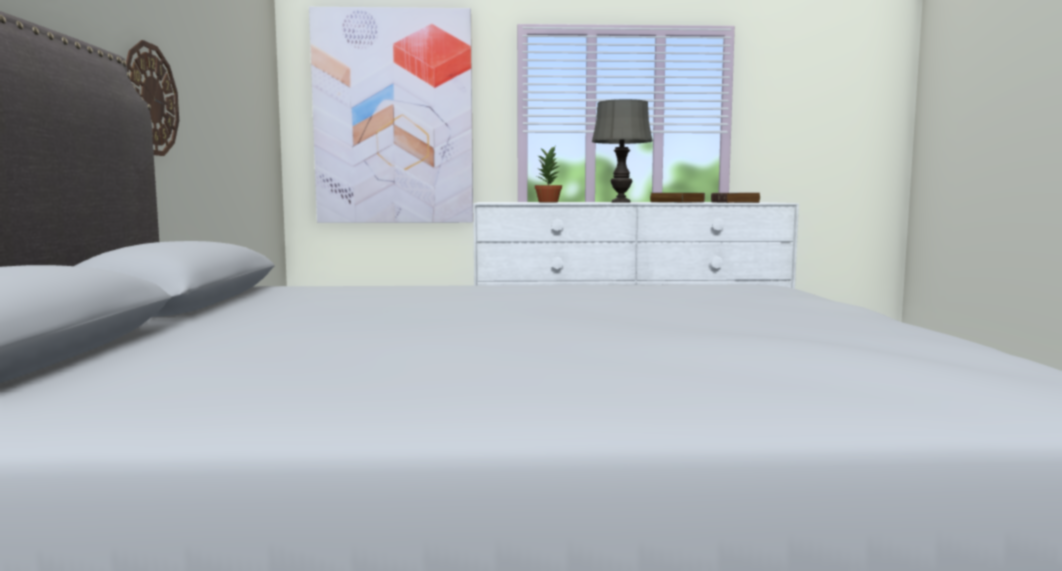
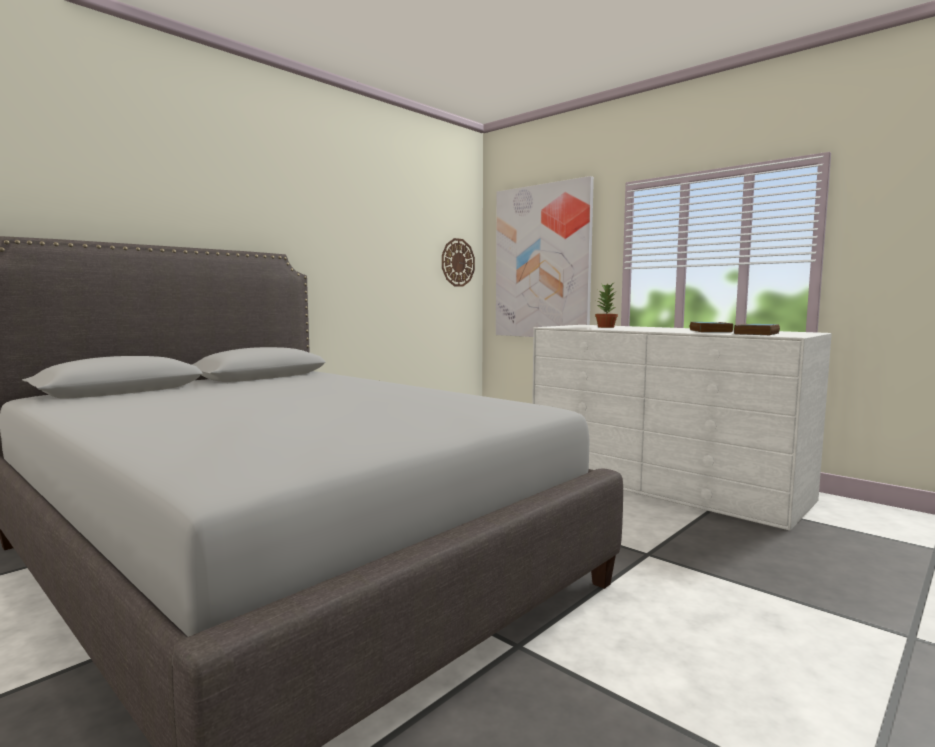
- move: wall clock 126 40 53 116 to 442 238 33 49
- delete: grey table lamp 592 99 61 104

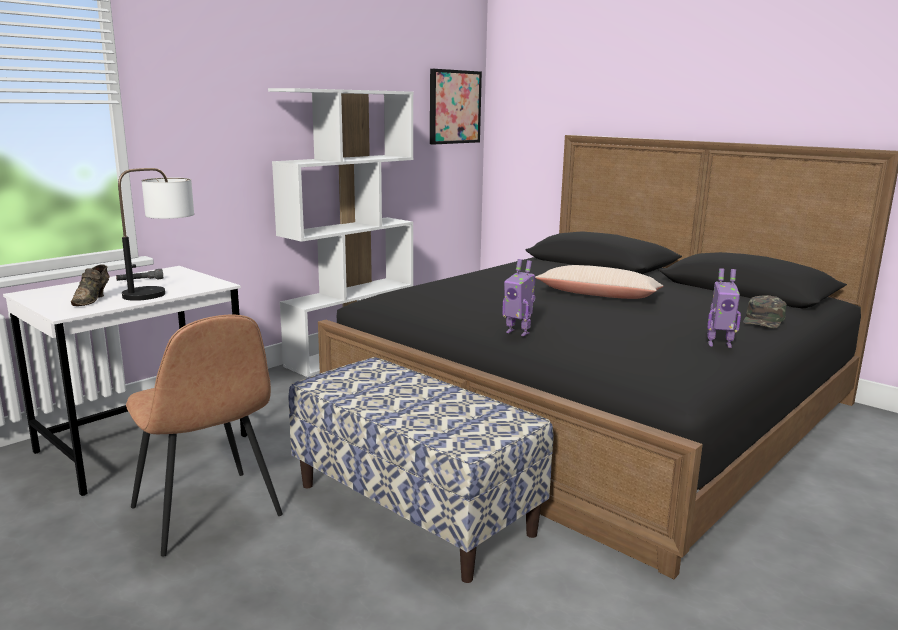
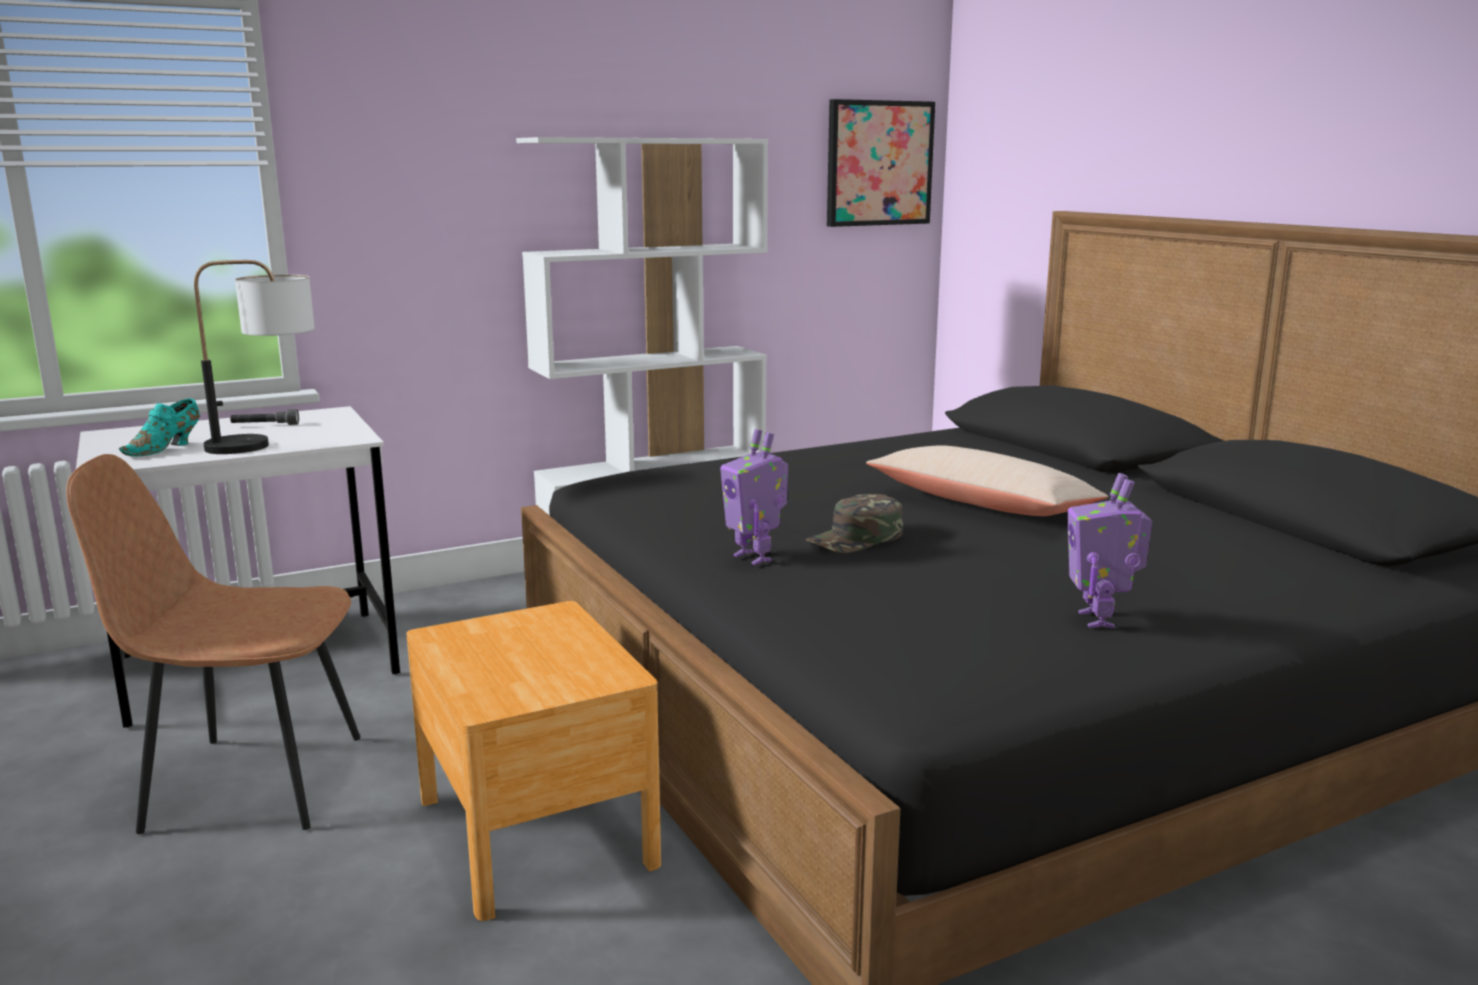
- recolor: brown shoe 71 264 39 42 to turquoise shoe 119 398 81 58
- rotate: brown chair 126 315 157 242 = 66 454 294 380 105 degrees clockwise
- replace: bench 289 357 264 226 to brown nightstand 406 601 255 320
- rotate: toy robot 707 268 34 80 = 1067 473 85 155 60 degrees clockwise
- move: green cap 743 295 44 33 to 806 494 97 59

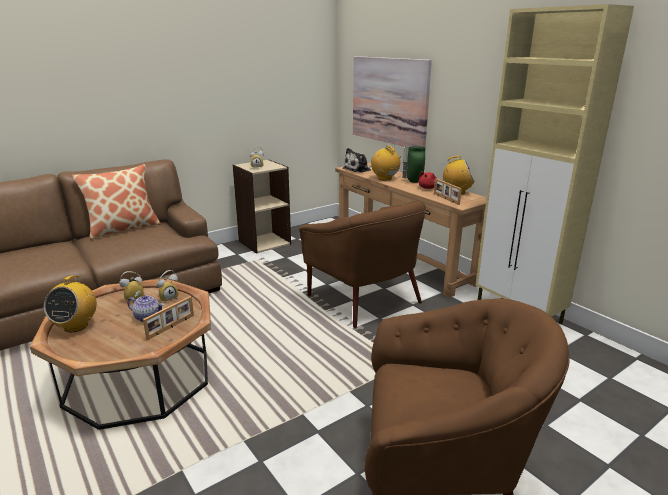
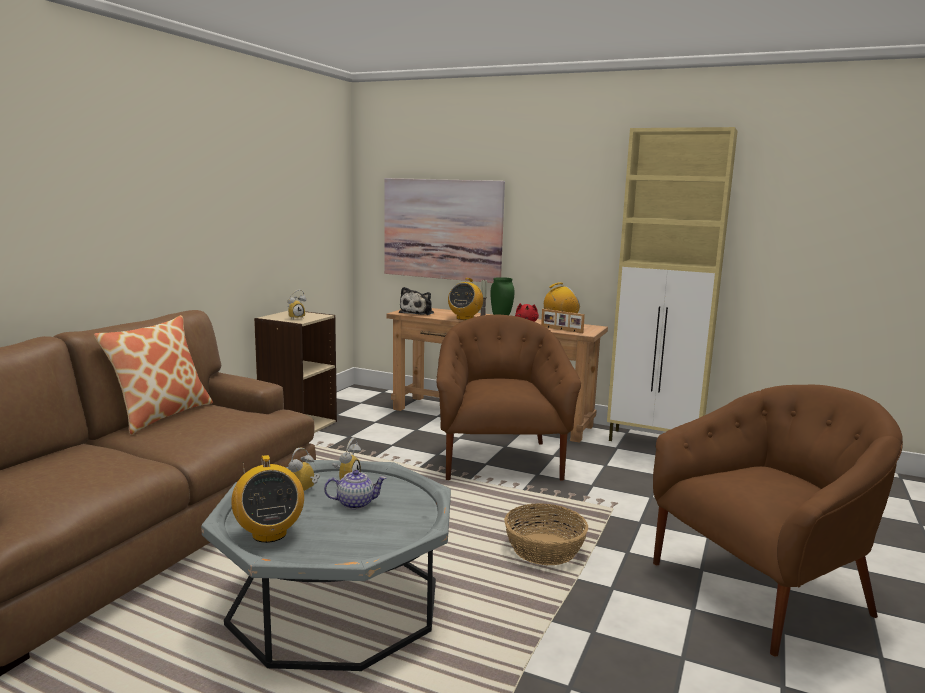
- recolor: brown coffee table 30 278 181 152 to grey coffee table 201 460 250 211
- delete: picture frame 143 296 51 44
- rotate: brown armchair 299 201 127 127 = 436 315 145 166 120 degrees counterclockwise
- rotate: radio 371 145 32 35 = 448 278 35 42 90 degrees counterclockwise
- insert: basket 504 503 84 62

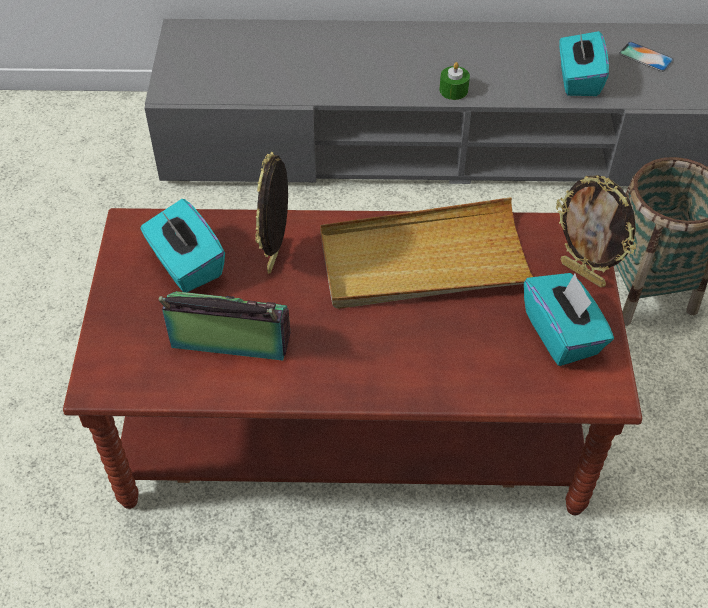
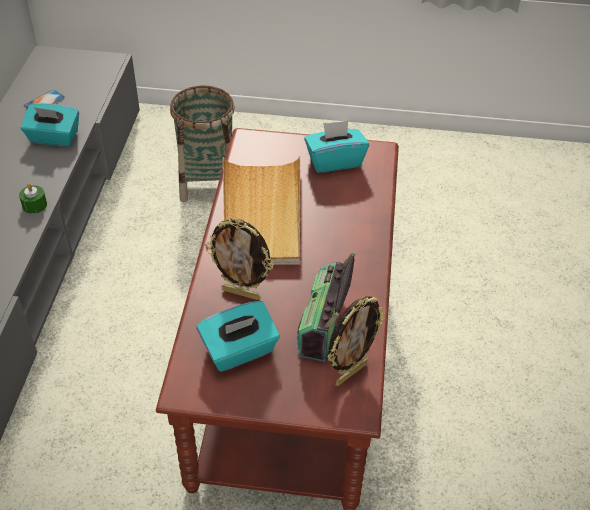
- move: picture frame 556 175 80 112 to 328 297 57 89

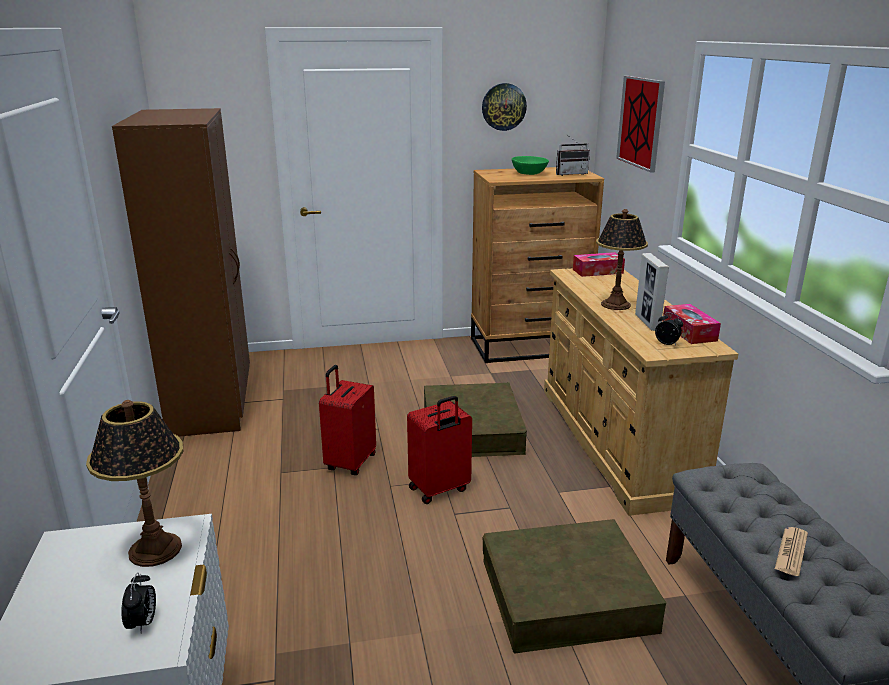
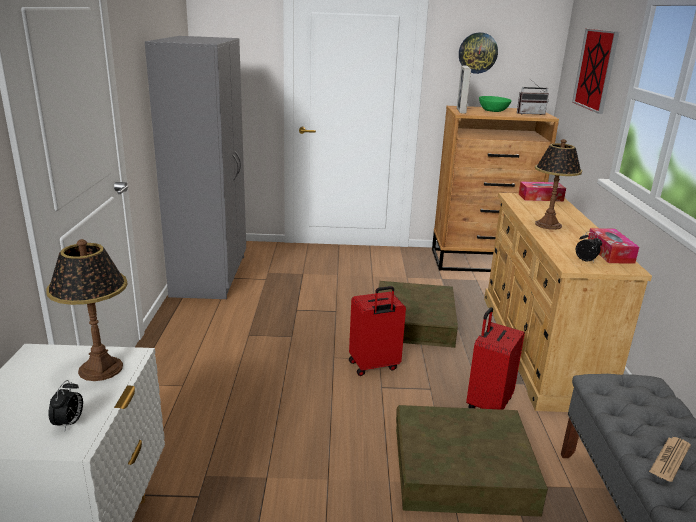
- recolor: brown wardrobe 112 108 138 329 to grey wardrobe 145 36 101 263
- move: red suitcase 319 365 57 110 to 466 307 59 103
- move: picture frame 635 253 34 78 to 457 66 14 48

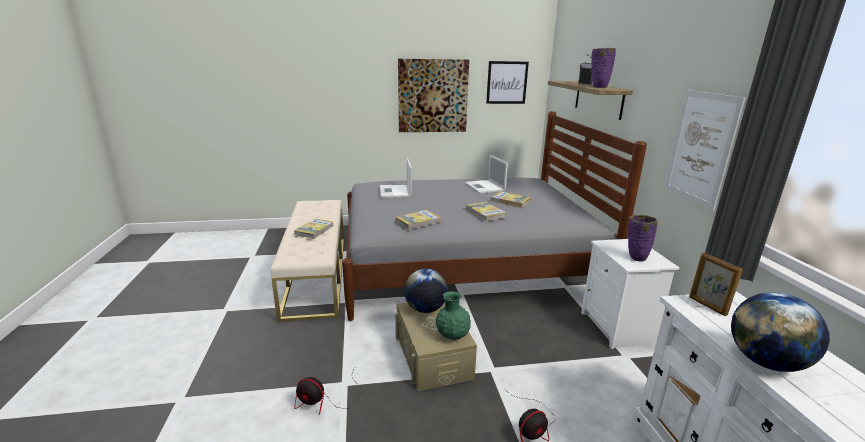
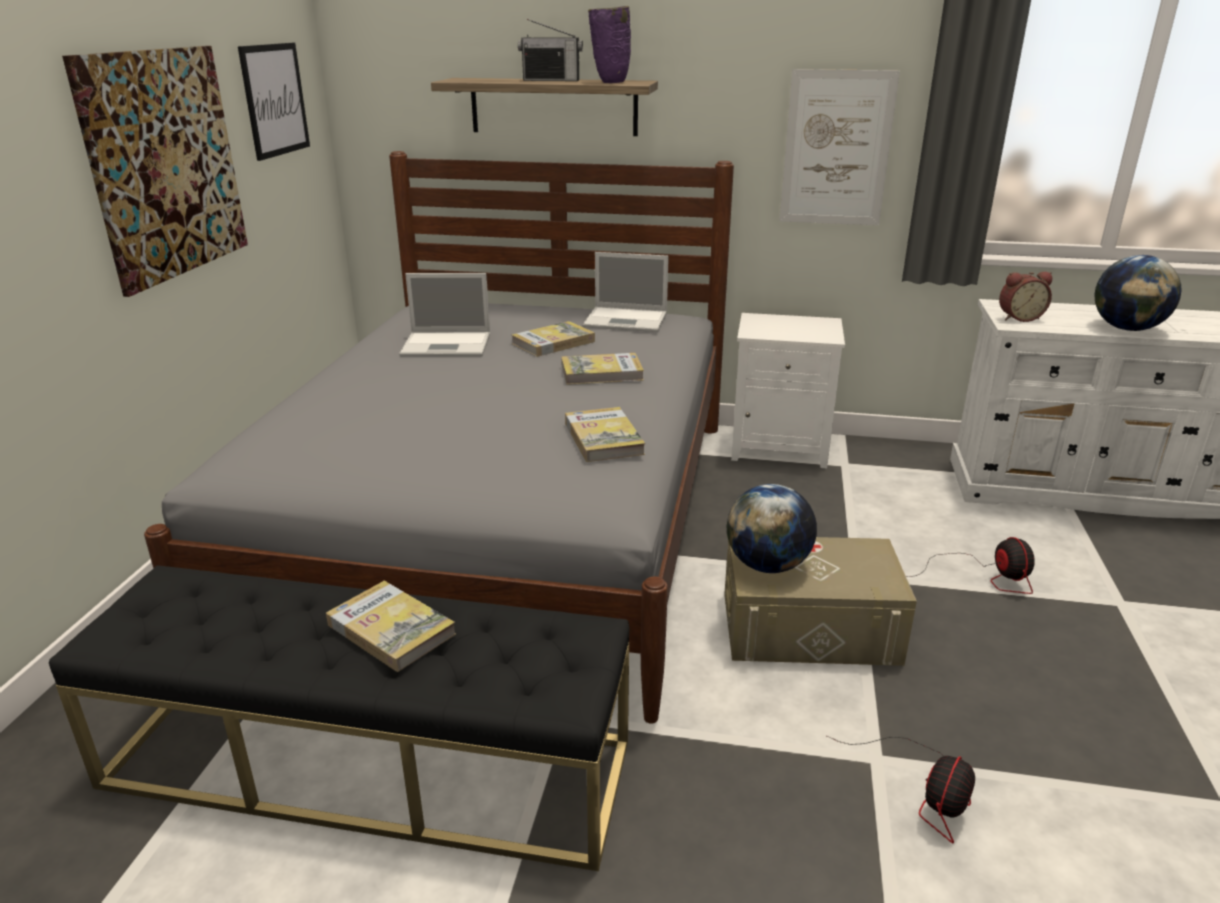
- recolor: beige bench 270 200 74 122 to black bench 49 565 580 306
- move: laptop 380 158 32 40 to 583 252 86 80
- delete: green vase 436 291 35 49
- delete: purple vase 628 215 29 46
- replace: picture frame 689 253 54 63 to alarm clock 999 272 53 50

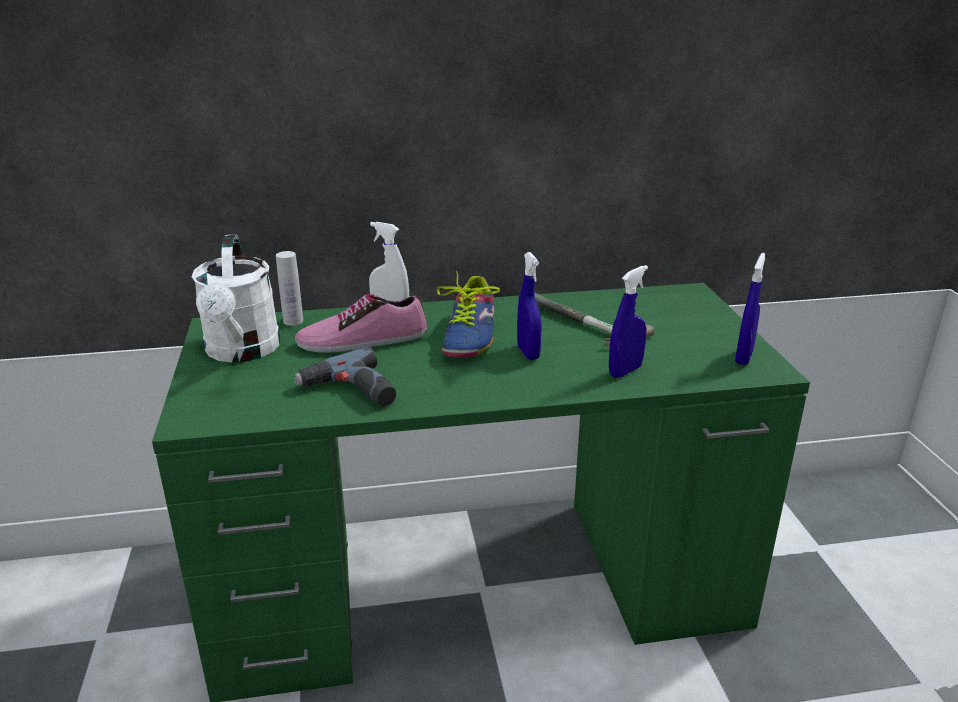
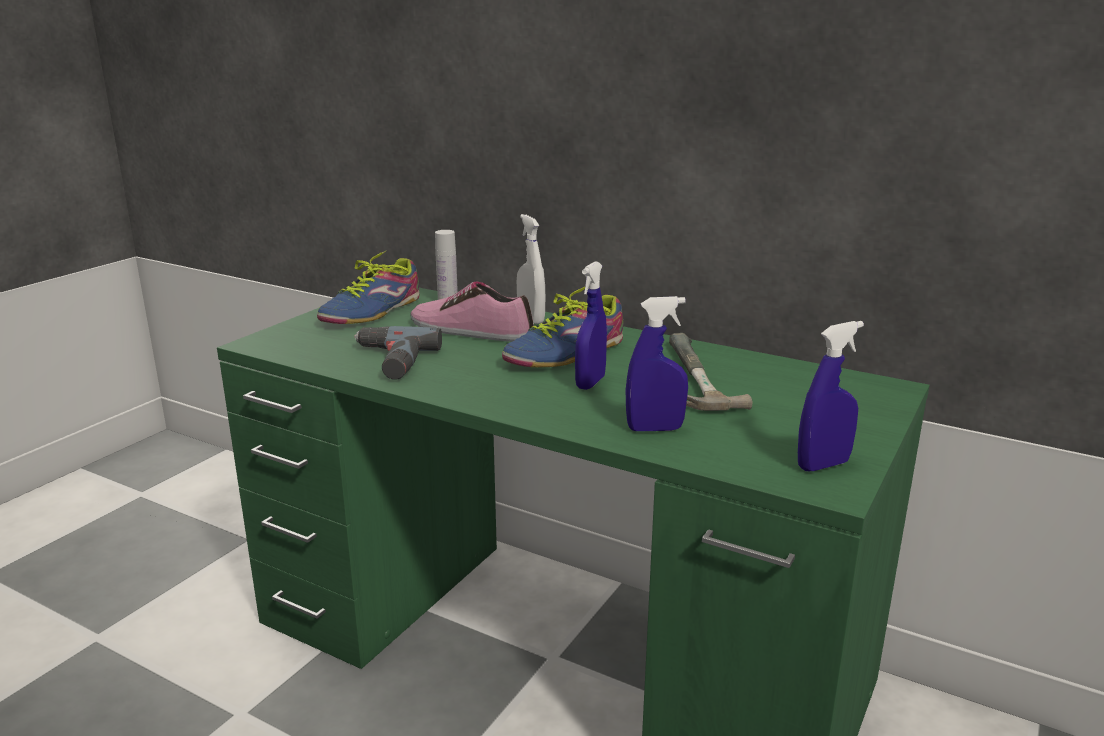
- replace: white watering can 192 234 88 129 to shoe 317 251 103 73

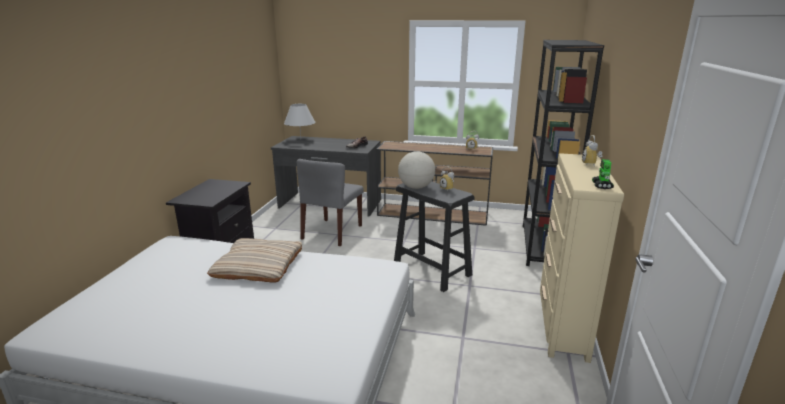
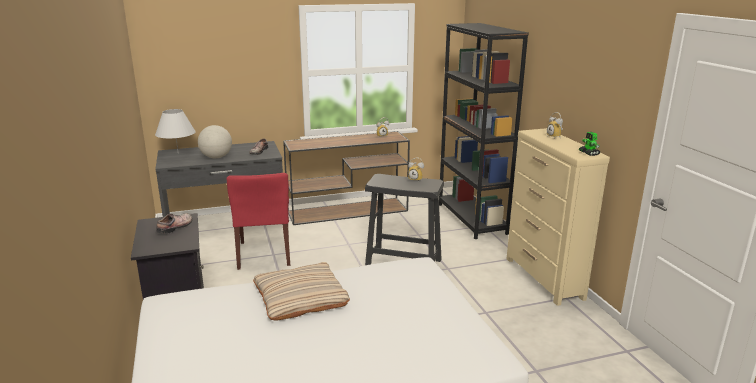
- recolor: grey chair 297 159 67 87 to red chair 226 173 64 97
- move: globe 398 151 37 38 to 198 125 34 33
- insert: shoe 156 213 36 21

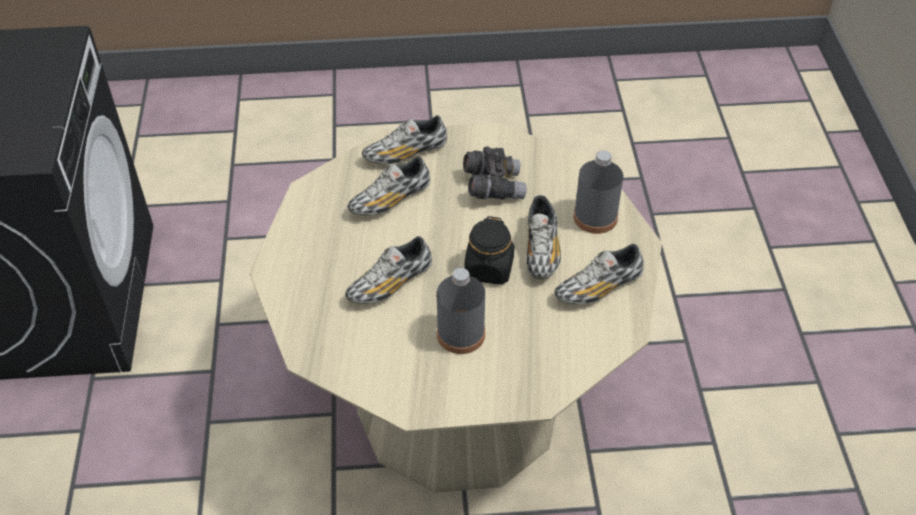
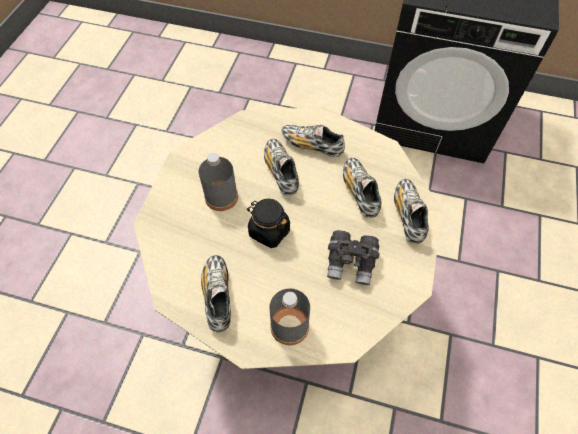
- move: shoe 527 195 34 84 to 282 125 63 32

